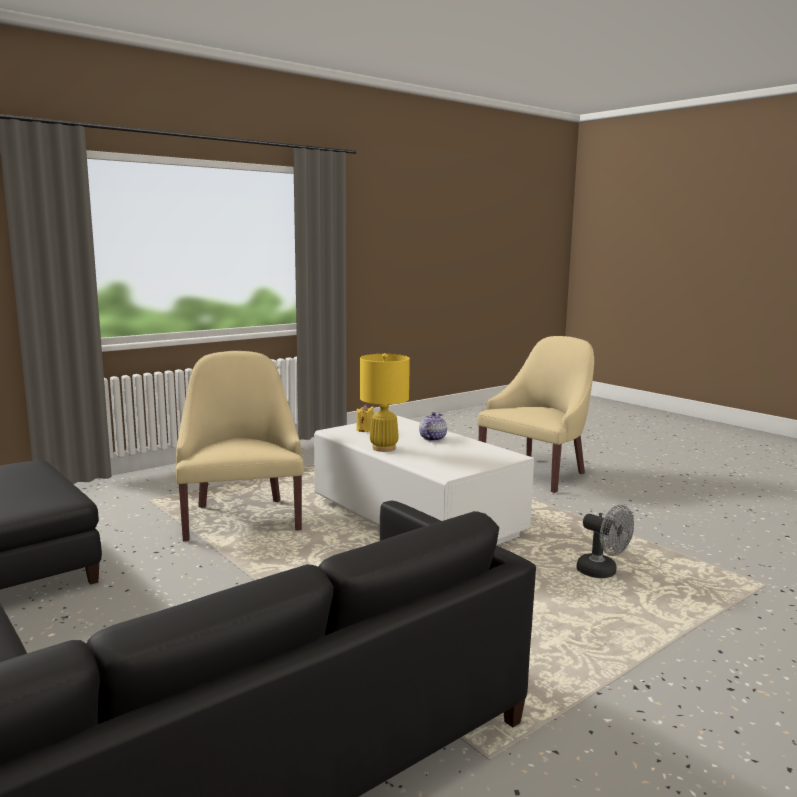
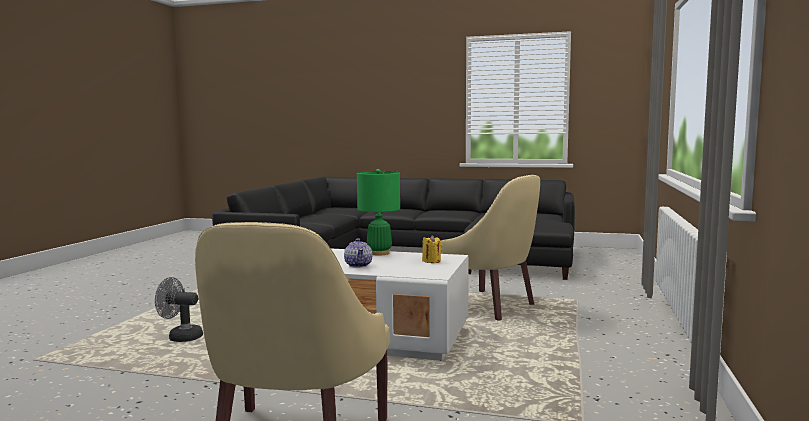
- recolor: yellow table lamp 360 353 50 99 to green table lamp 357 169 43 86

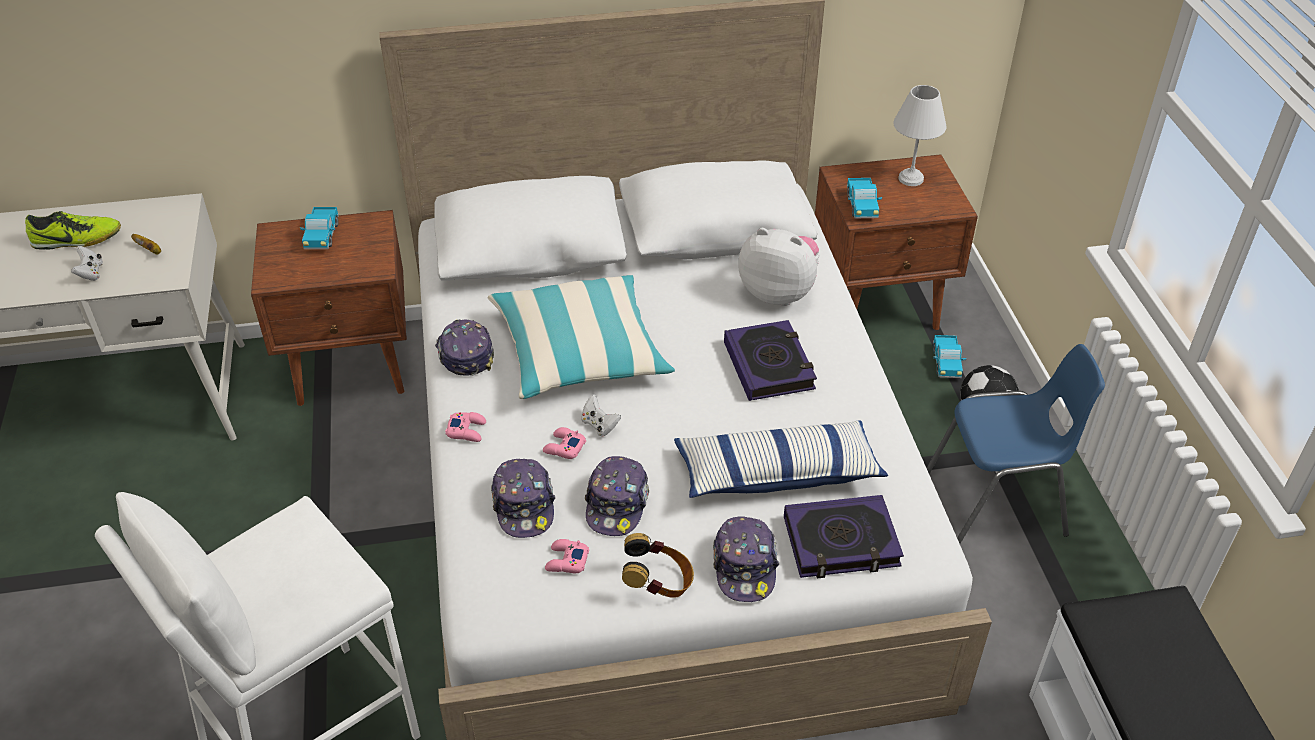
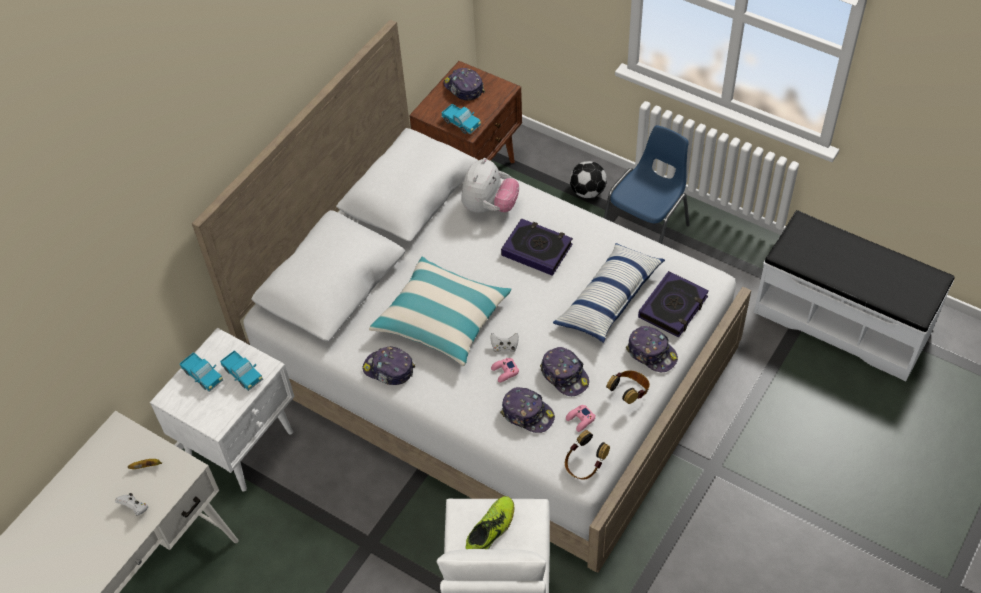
- move: shoe 25 211 96 39 to 466 496 48 53
- recolor: brown nightstand 251 210 156 196 to white nightstand 150 328 144 164
- delete: pink game controller 445 412 41 30
- rotate: plush toy 738 228 82 78 = 461 158 58 55 135 degrees clockwise
- replace: white table lamp 893 85 53 101 to cap 443 68 42 33
- move: toy truck 933 335 33 43 to 220 350 43 41
- insert: headphones 565 430 45 50

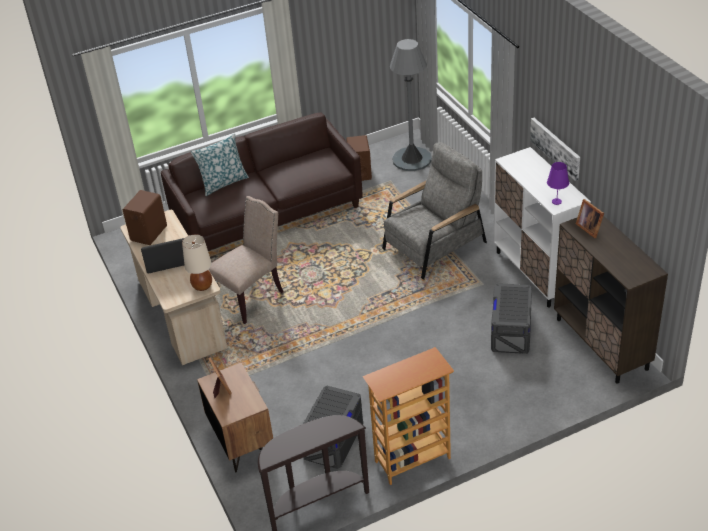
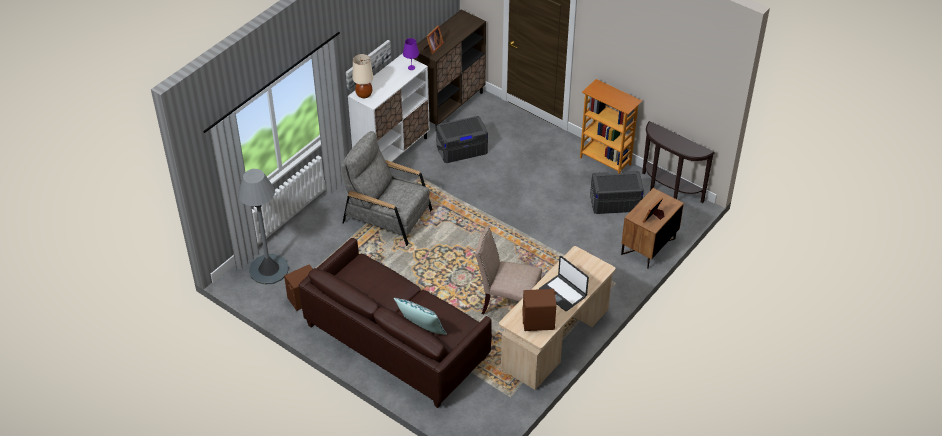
- move: beige table lamp 182 234 30 57 to 352 54 21 44

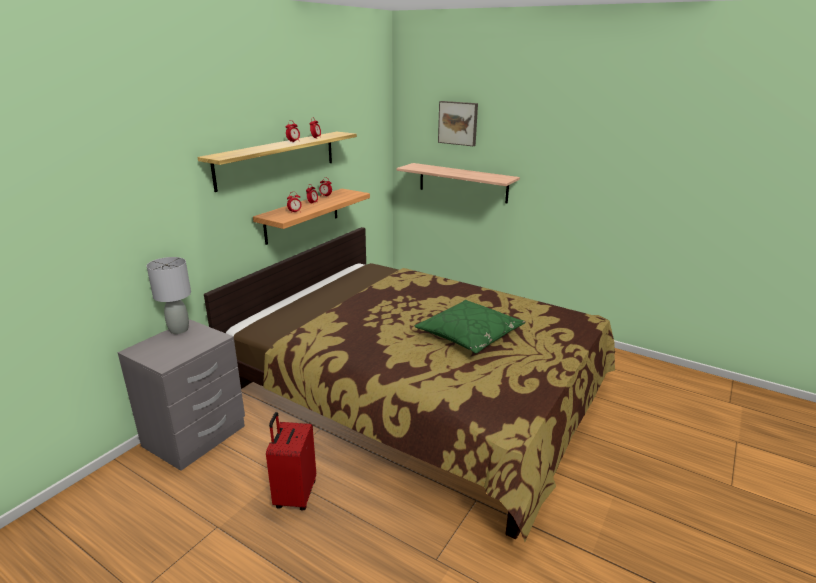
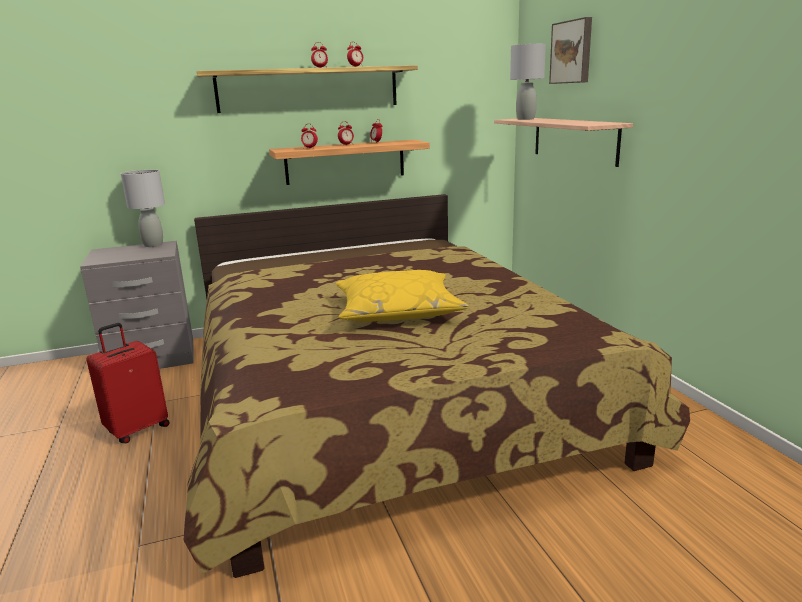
- recolor: green pillow 414 300 112 53 to yellow pillow 336 270 133 52
- insert: grey table lamp 510 44 36 76

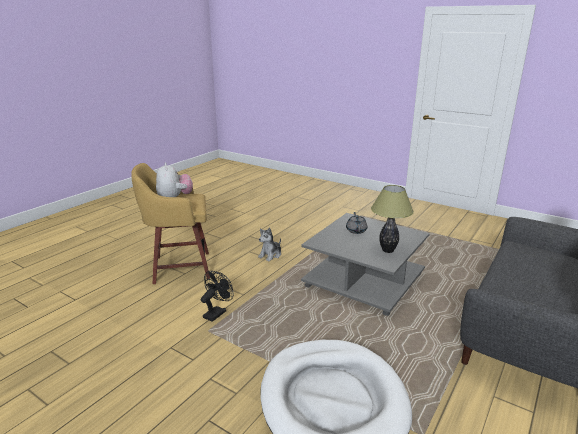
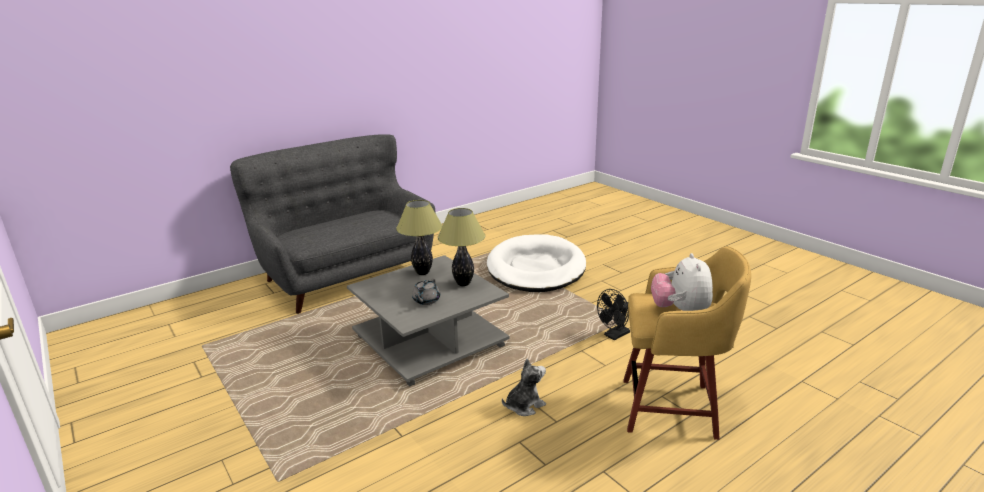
- insert: table lamp 438 208 47 78

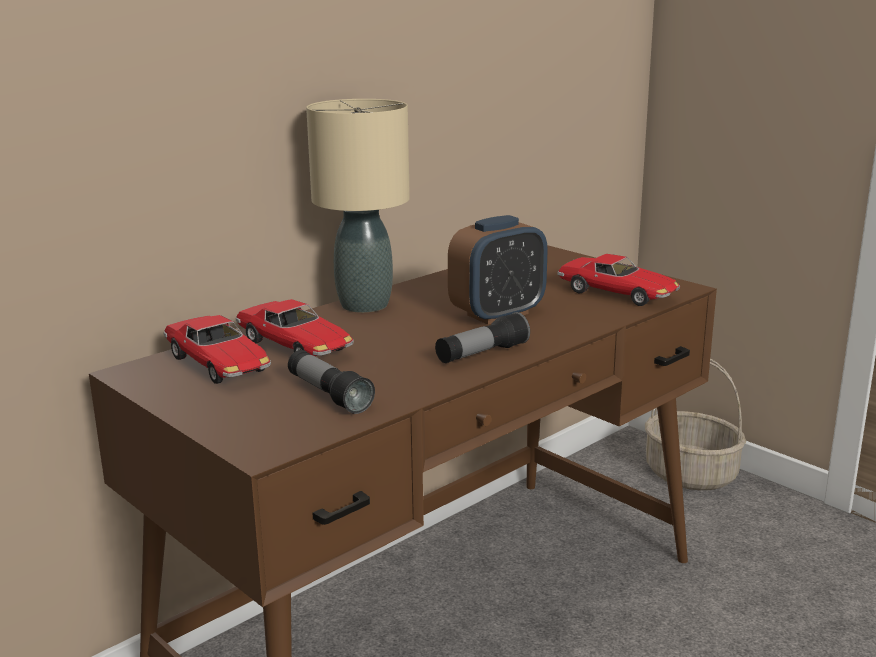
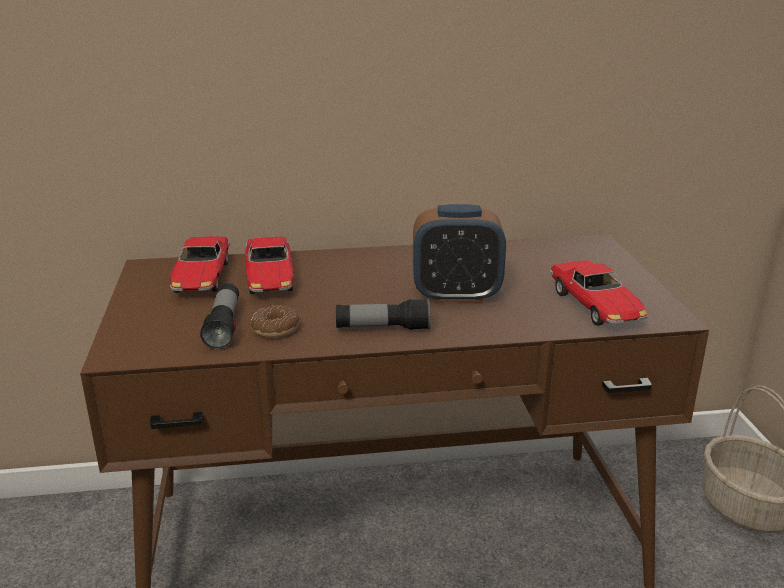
- delete: beige table lamp 306 99 104 214
- insert: donut 250 305 50 33

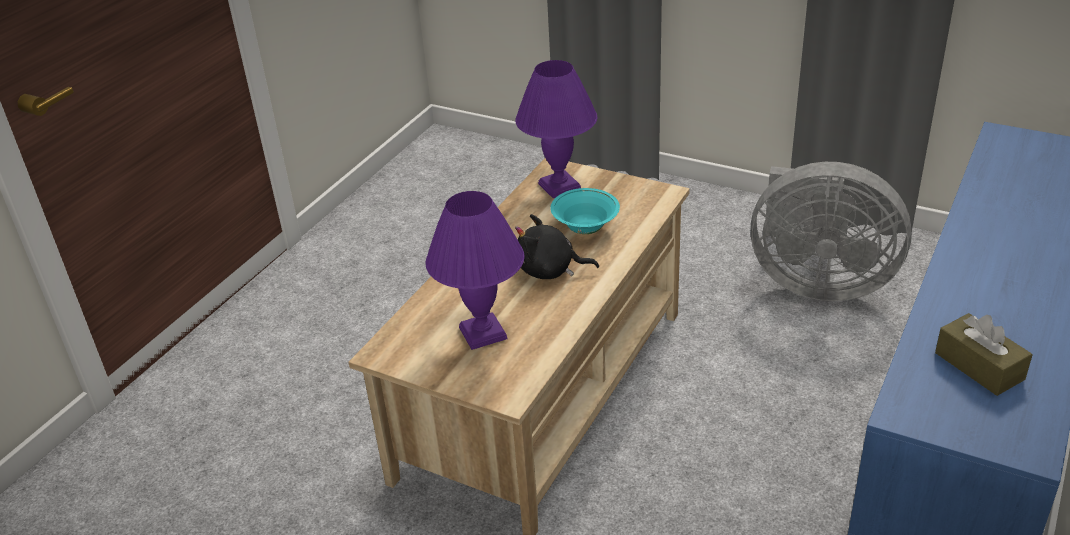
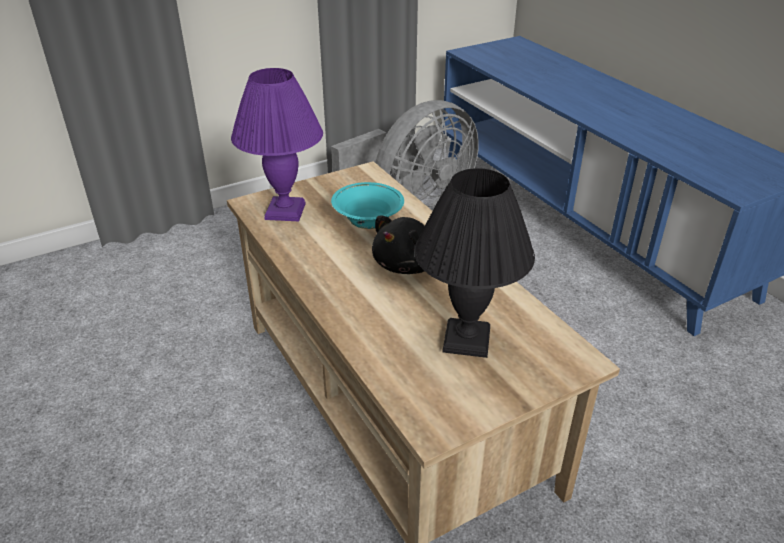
- recolor: purple table lamp 426 191 98 159 to black table lamp 414 168 121 190
- delete: brown tissue box 935 313 98 83

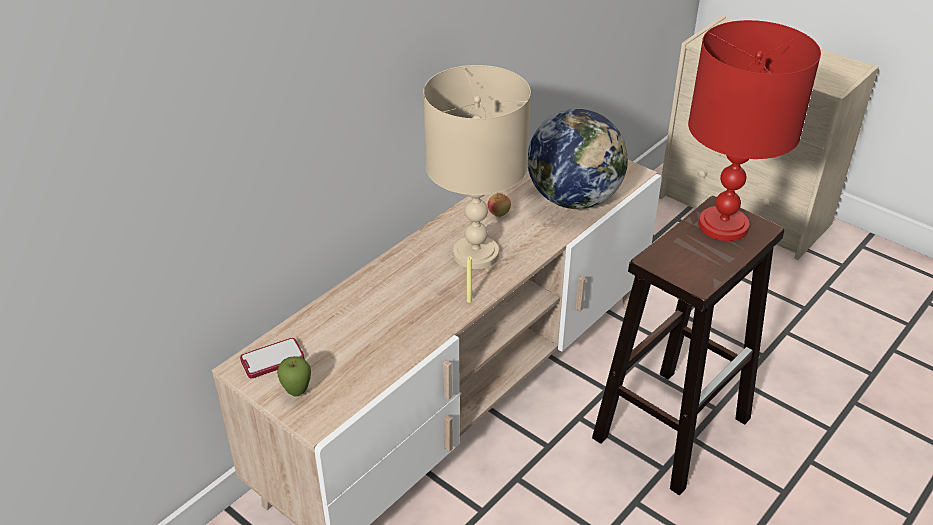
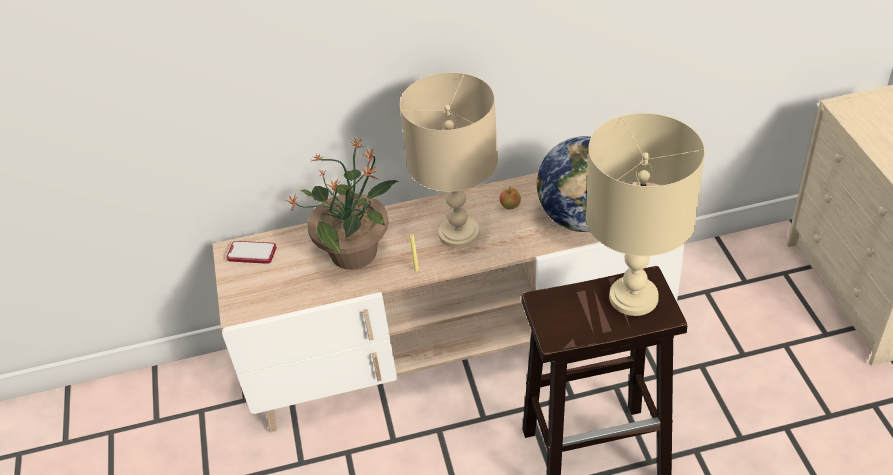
- delete: apple 277 356 34 41
- recolor: red table lamp 688 20 133 221 to beige table lamp 586 113 119 203
- insert: potted plant 286 138 112 132

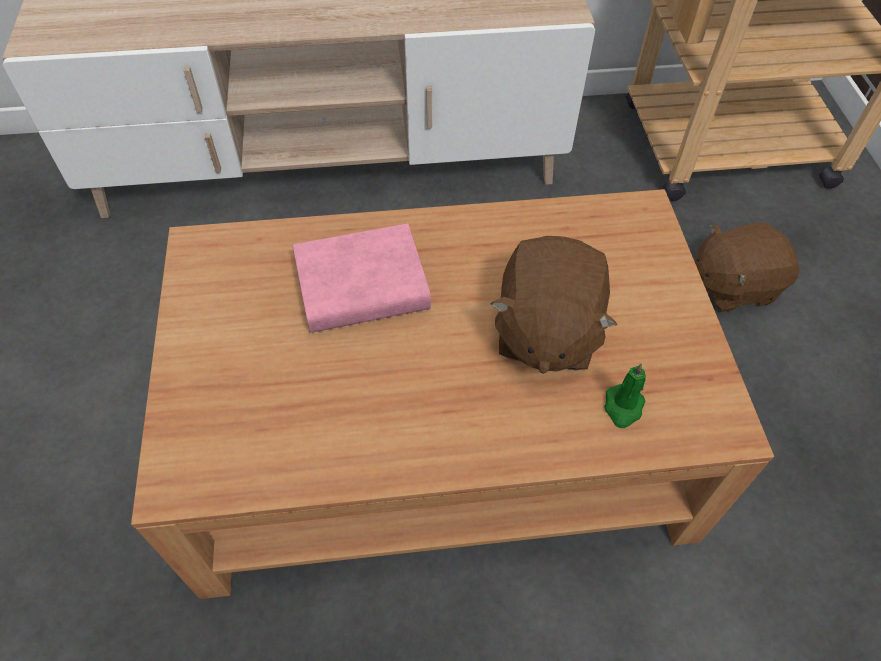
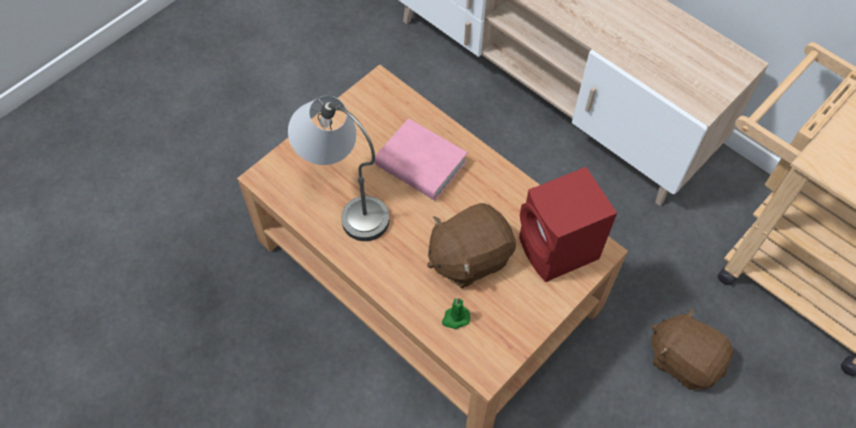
- insert: grey table lamp 288 96 101 145
- insert: red speaker 519 167 98 115

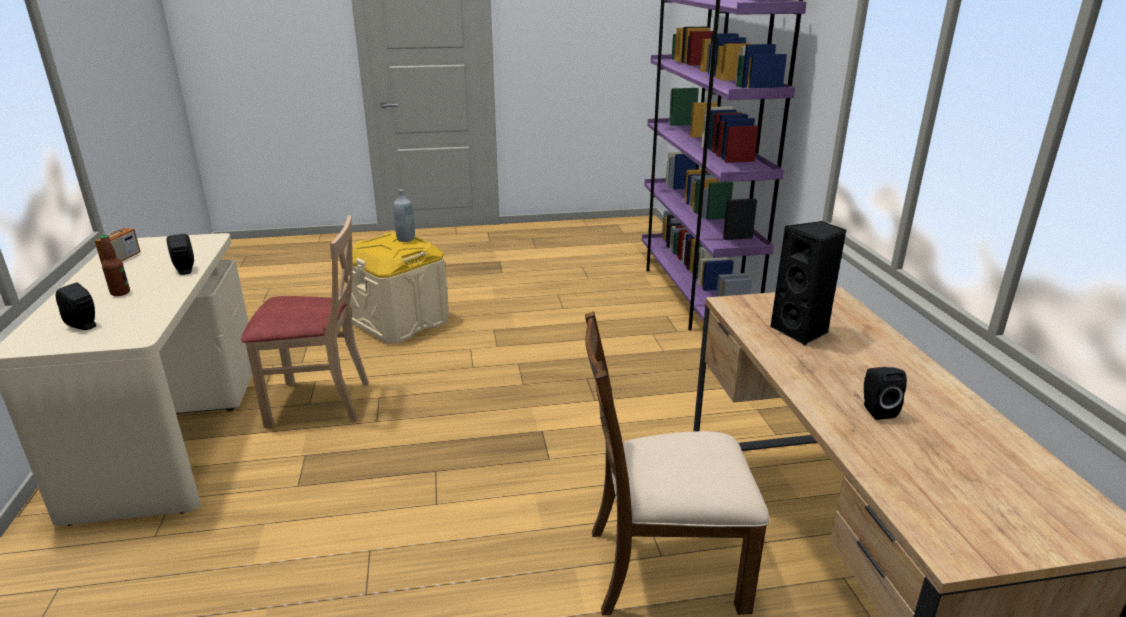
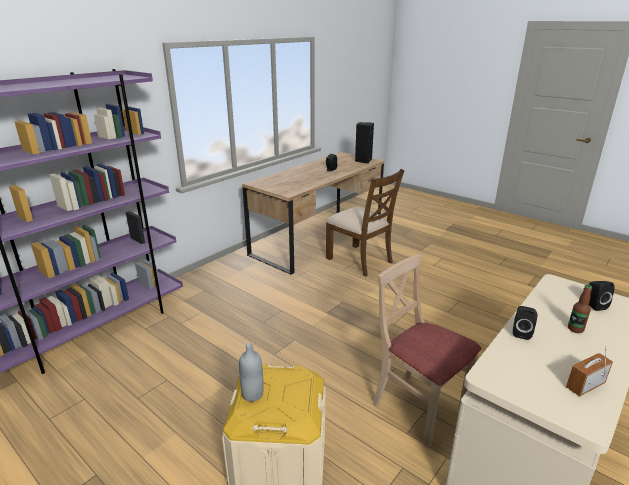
- move: black speaker 770 221 77 124 to 355 122 19 42

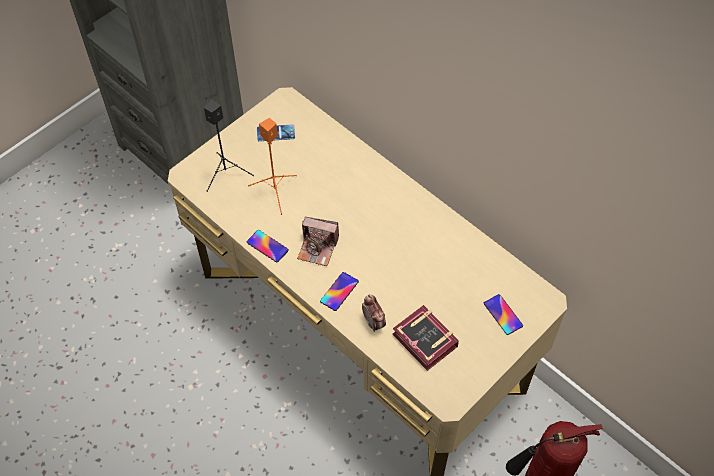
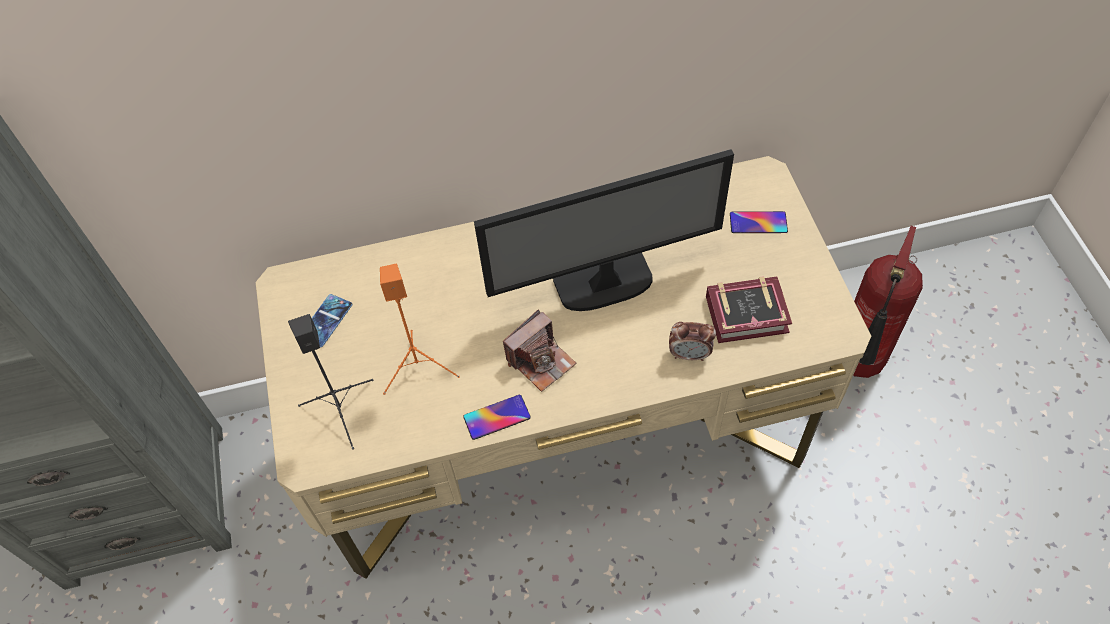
- delete: phone 320 272 39 39
- insert: monitor 474 149 260 162

